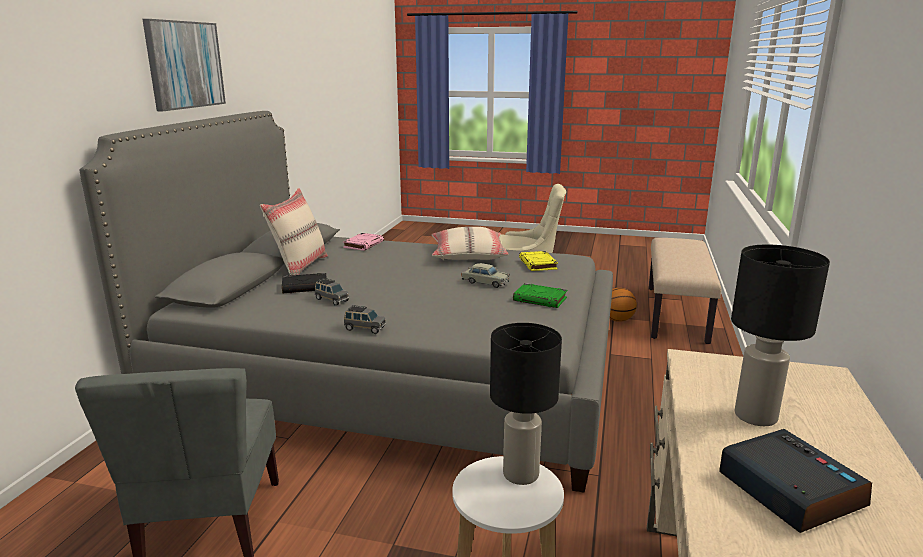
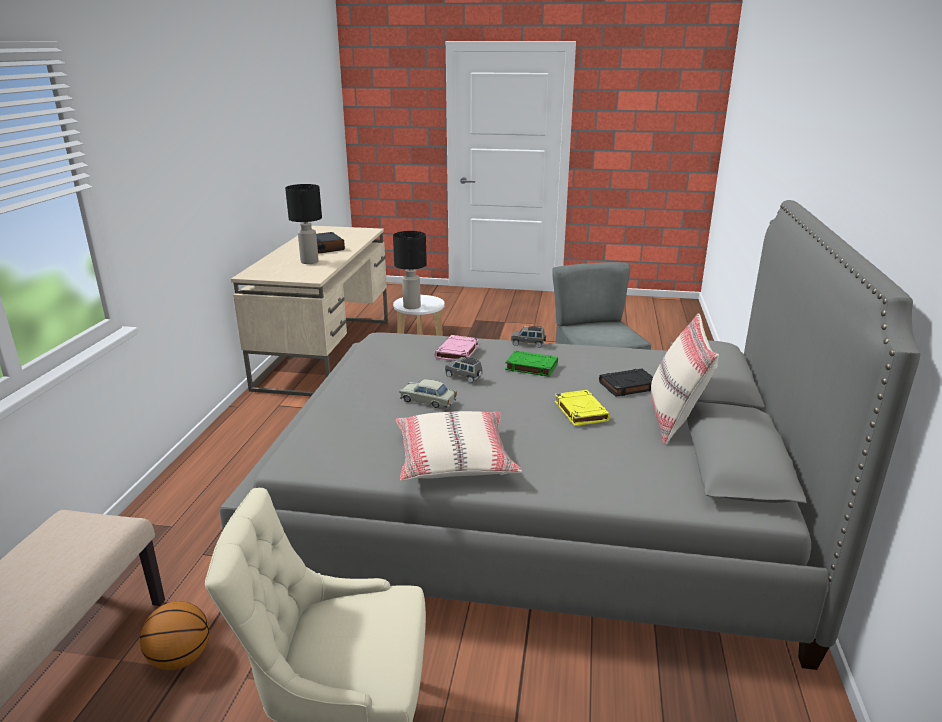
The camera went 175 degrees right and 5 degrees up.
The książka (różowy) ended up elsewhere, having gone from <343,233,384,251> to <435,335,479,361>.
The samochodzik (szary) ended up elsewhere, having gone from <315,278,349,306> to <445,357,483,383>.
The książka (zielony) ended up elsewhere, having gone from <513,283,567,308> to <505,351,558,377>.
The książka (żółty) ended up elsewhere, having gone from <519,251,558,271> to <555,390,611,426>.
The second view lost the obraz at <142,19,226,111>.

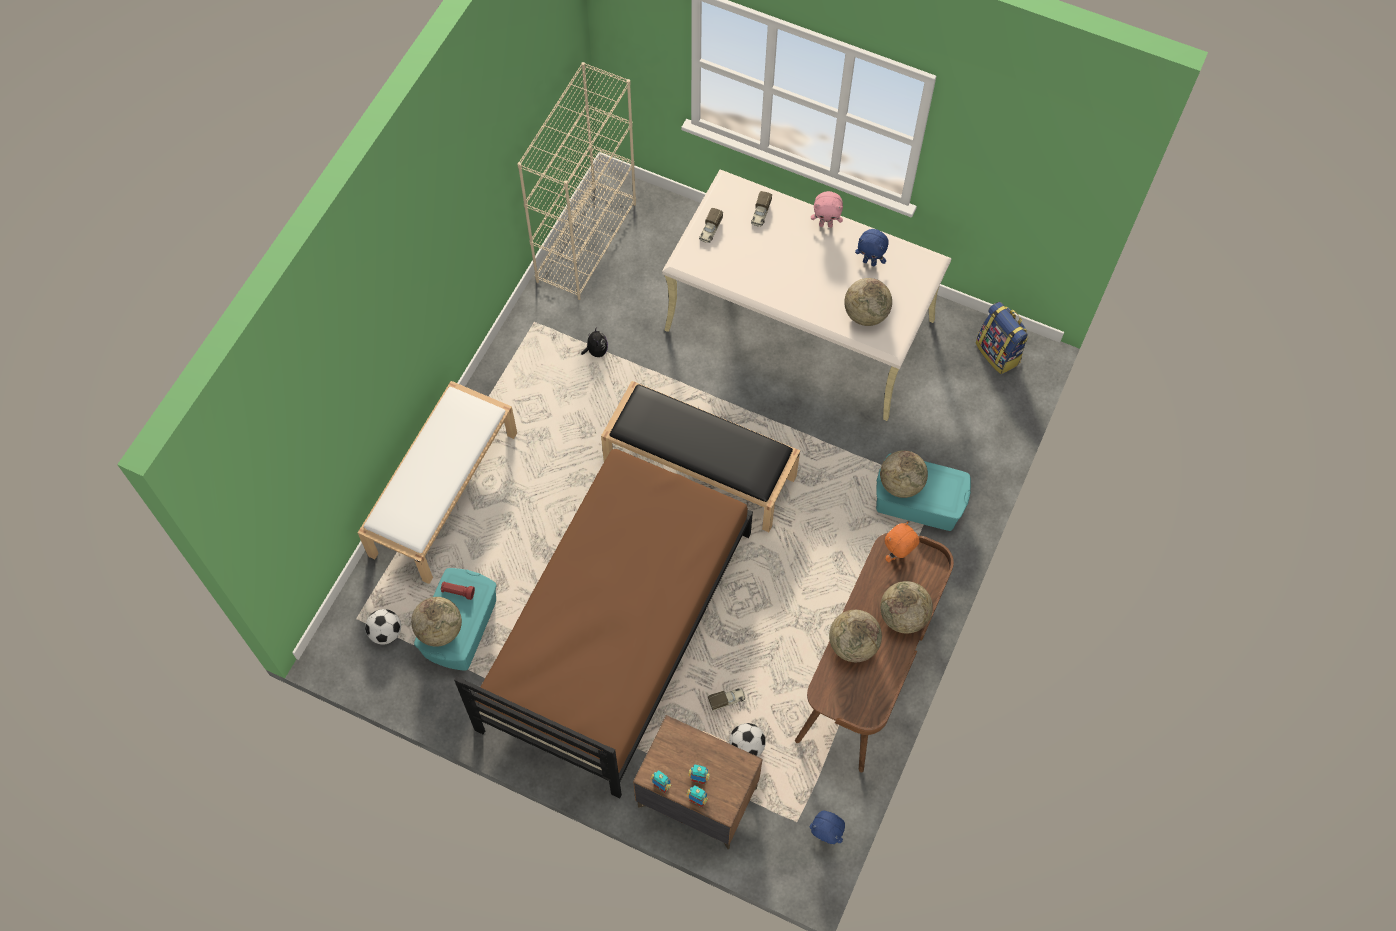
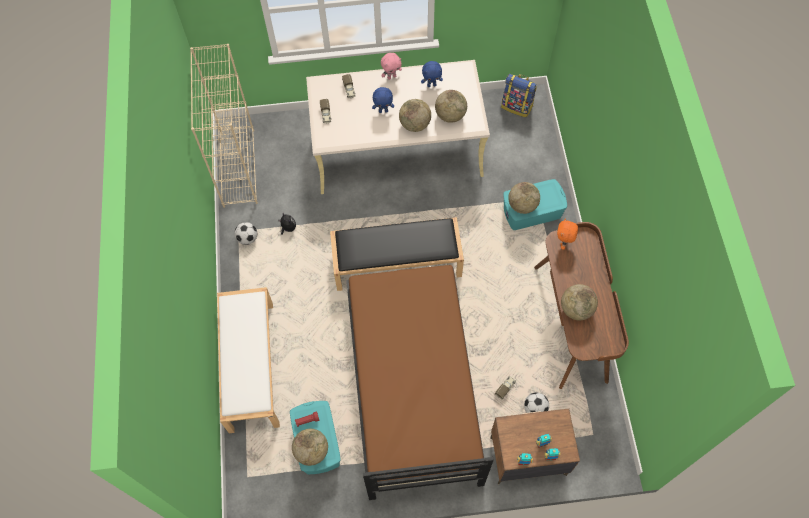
The camera went 30 degrees left and 0 degrees up.
The piłka futbolowa ended up elsewhere, having gone from <365,609,401,645> to <234,222,257,245>.
The pluszak (niebieski) ended up elsewhere, having gone from <810,811,845,844> to <372,87,394,113>.
The globus ended up elsewhere, having gone from <880,581,933,634> to <399,99,431,132>.

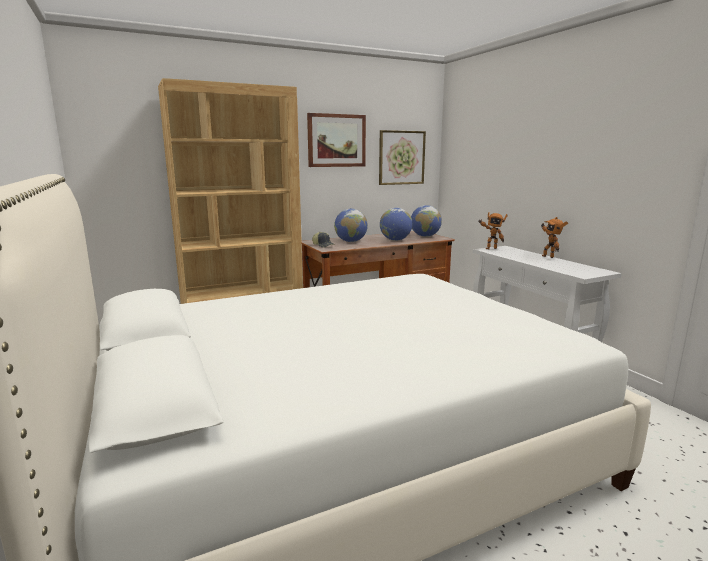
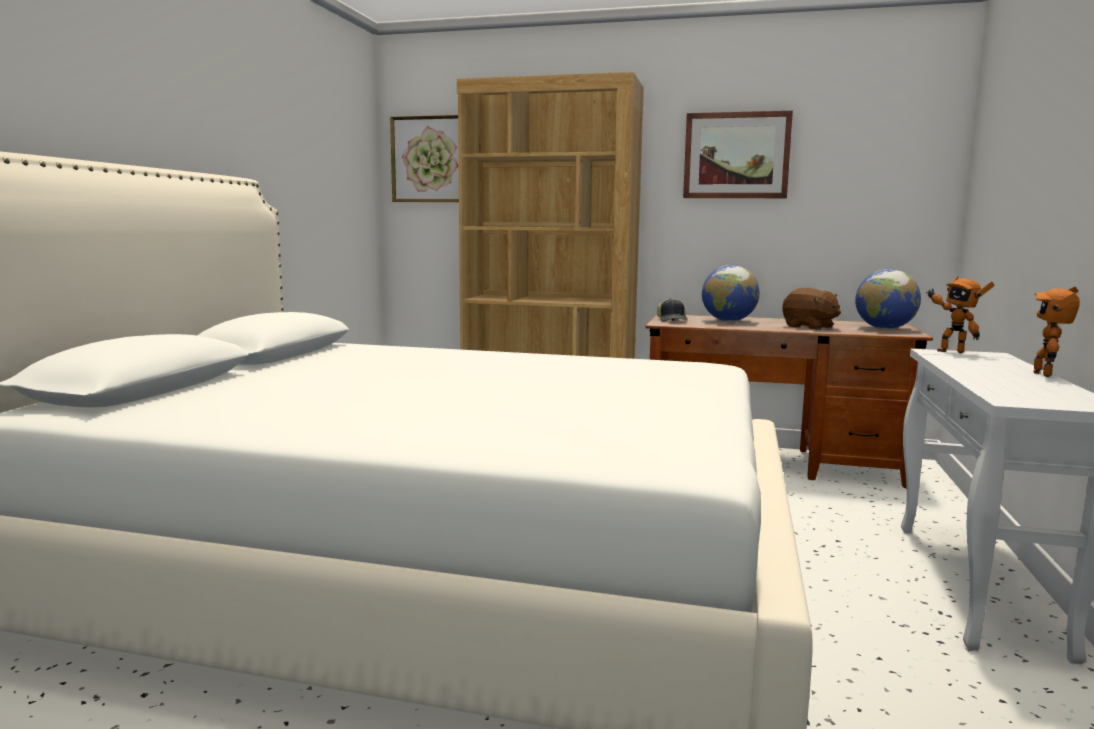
The camera went 40 degrees right and 5 degrees down.
The obraz ended up elsewhere, having gone from <379,130,426,185> to <390,115,459,202>.
Where the globus stood at <380,208,412,241>, the pluszak (brązowy) came to stand at <783,288,841,330>.

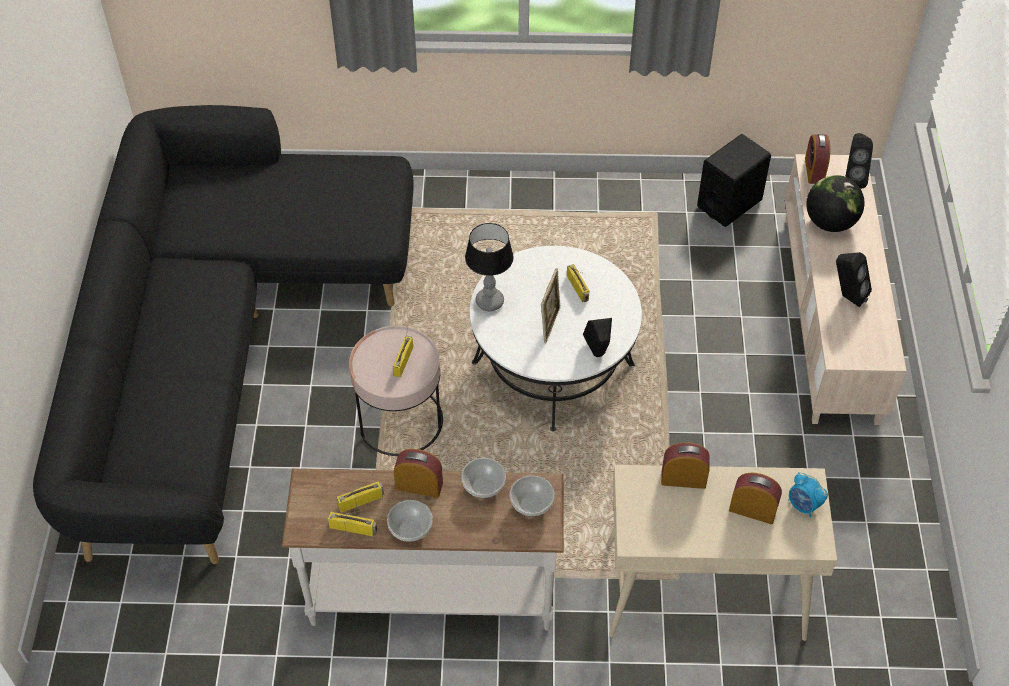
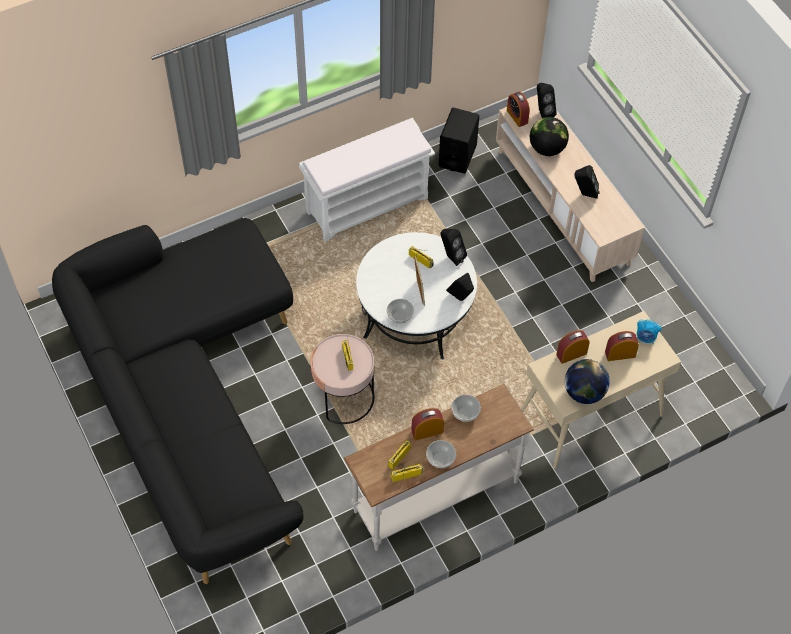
The camera went 30 degrees left and 5 degrees up.
The second view gained the ławka (biały) at <299,118,435,242>.
The miska ended up elsewhere, having gone from <510,475,555,516> to <387,299,414,323>.
The second view gained the głośnik (czarny) at <440,229,467,266>.
The second view gained the globus at <565,359,610,404>.
The second view lost the lampa stołowa at <465,223,514,311>.

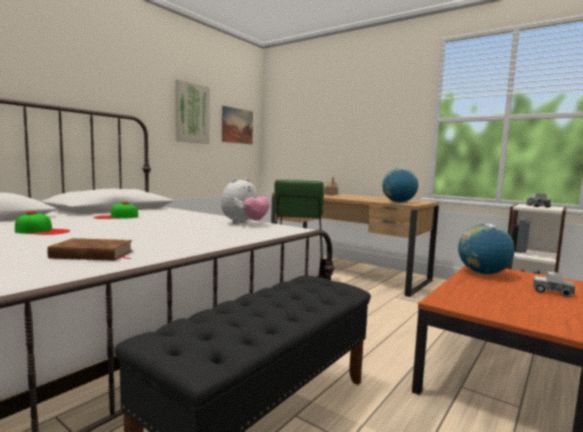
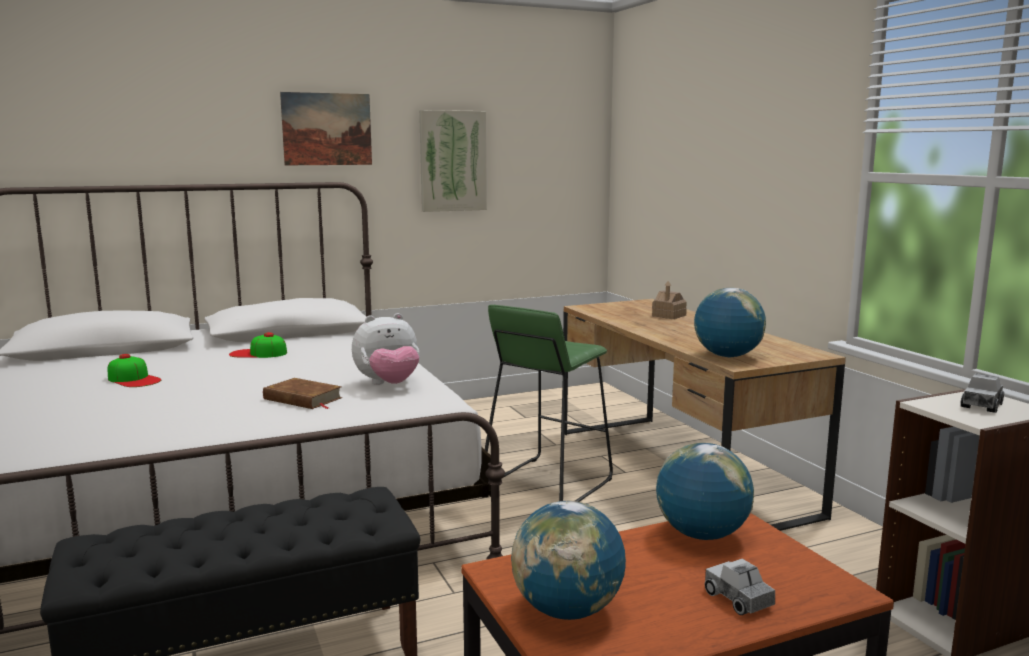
The camera went 30 degrees right and 5 degrees up.
The książka (brązowy) ended up elsewhere, having gone from <47,238,133,261> to <263,378,342,409>.
The obraz ended up elsewhere, having gone from <222,106,253,145> to <280,92,372,165>.
The second view gained the globus at <511,501,626,620>.

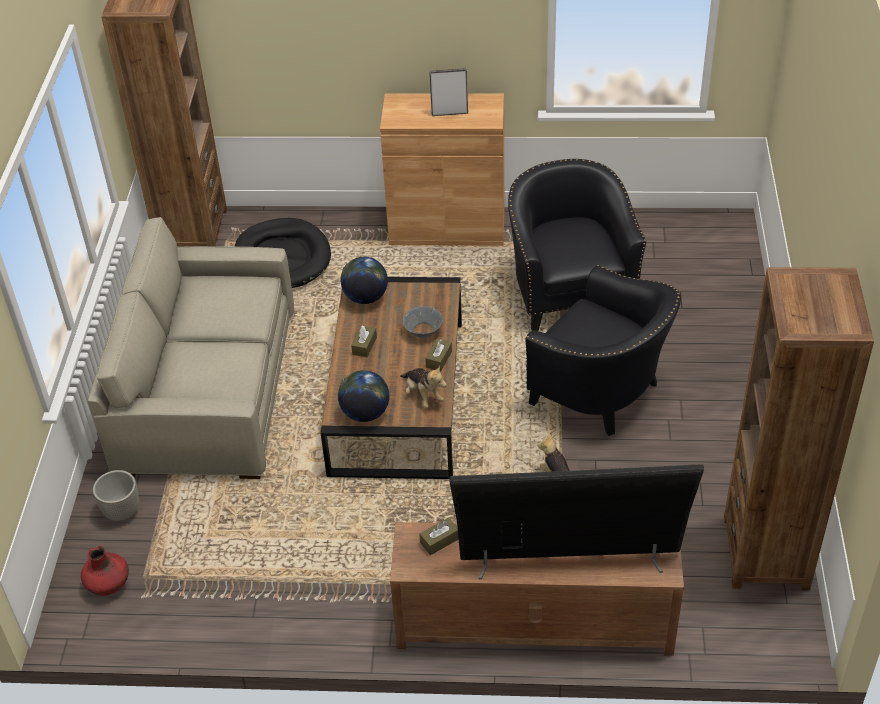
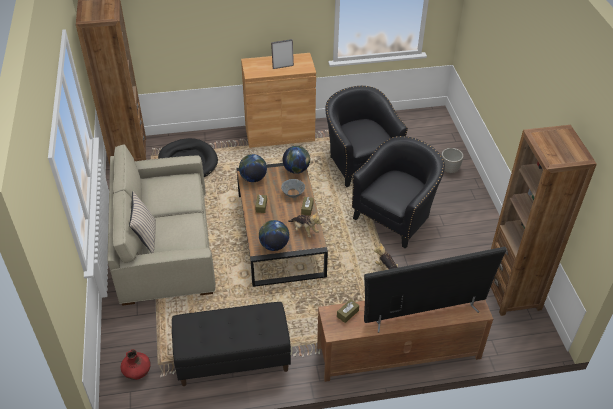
The camera went 15 degrees left and 0 degrees up.
The second view gained the poduszka (beżowy) at <129,191,156,253>.
The second view gained the ławka (czarny) at <172,302,291,386>.
The second view gained the globus at <283,146,310,174>.
The fotel (czarny) at <525,265,681,436> ended up facing another way, 75 degrees counterclockwise from before.
The donica ended up elsewhere, having gone from <93,470,139,521> to <441,148,463,173>.

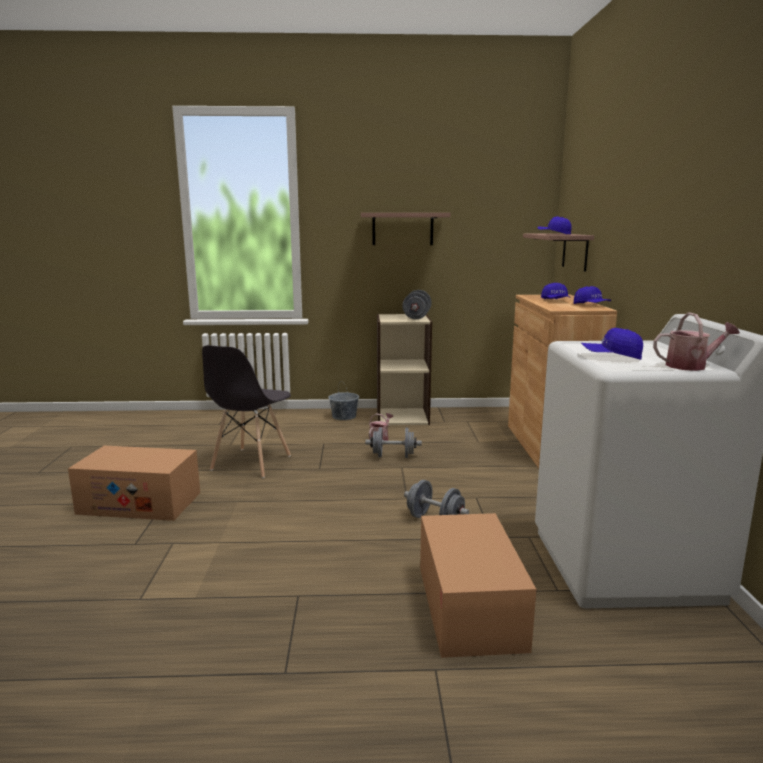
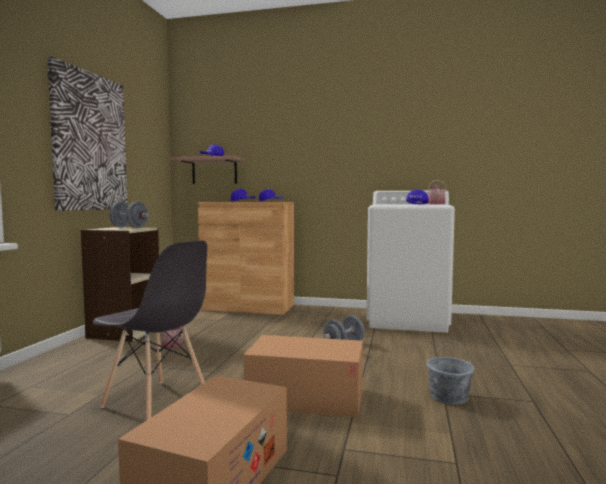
The camera went 75 degrees left and 10 degrees down.
Where the półka hung at <361,213,451,245>, the obraz came to hang at <48,57,127,211>.
The karton ended up elsewhere, having gone from <420,513,536,658> to <243,335,363,417>.
The wiadro (szary) ended up elsewhere, having gone from <328,381,359,420> to <426,341,475,405>.
The second view lost the hantel (szary) at <365,427,422,458>.

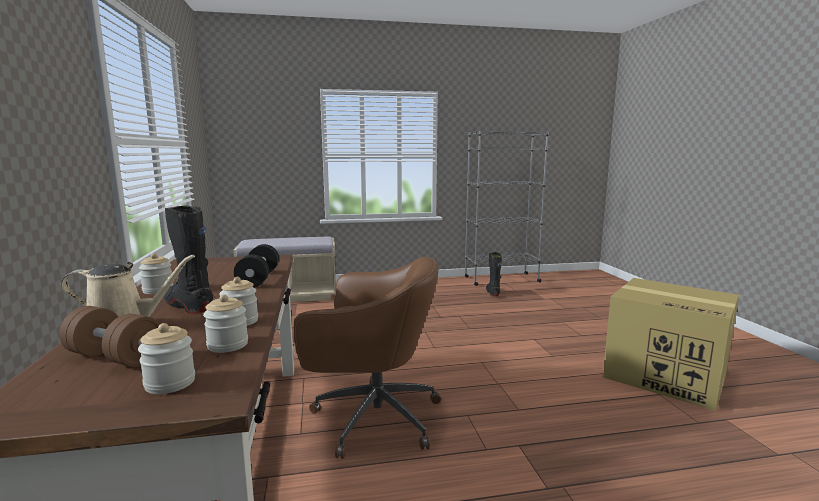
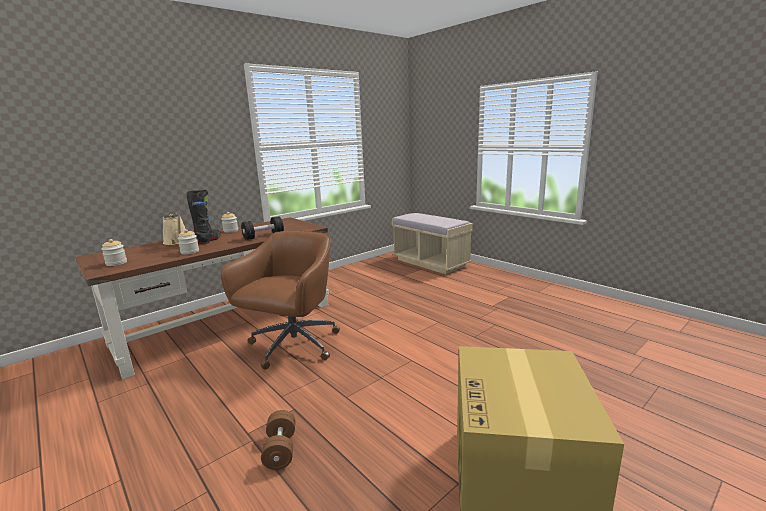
The camera went 60 degrees right and 5 degrees up.
The krzesło biurowe (brązowy) at <293,257,441,459> ended up facing another way, 135 degrees counterclockwise from before.
The hantel (brązowy) ended up elsewhere, having gone from <59,306,160,367> to <261,410,296,470>.
The second view lost the słoik at <203,294,248,353>.
The second view lost the regał (szary) at <465,131,549,286>.
The second view lost the but z cholewką (czarny) at <486,252,502,297>.

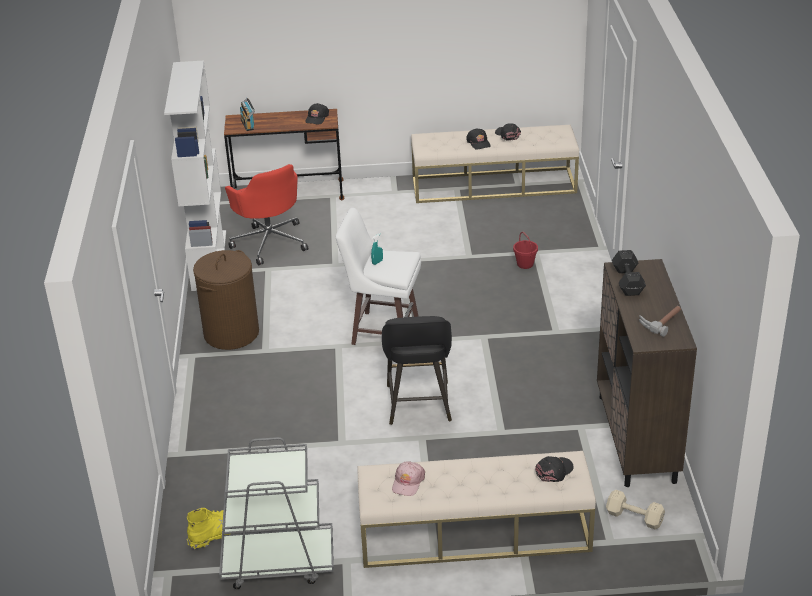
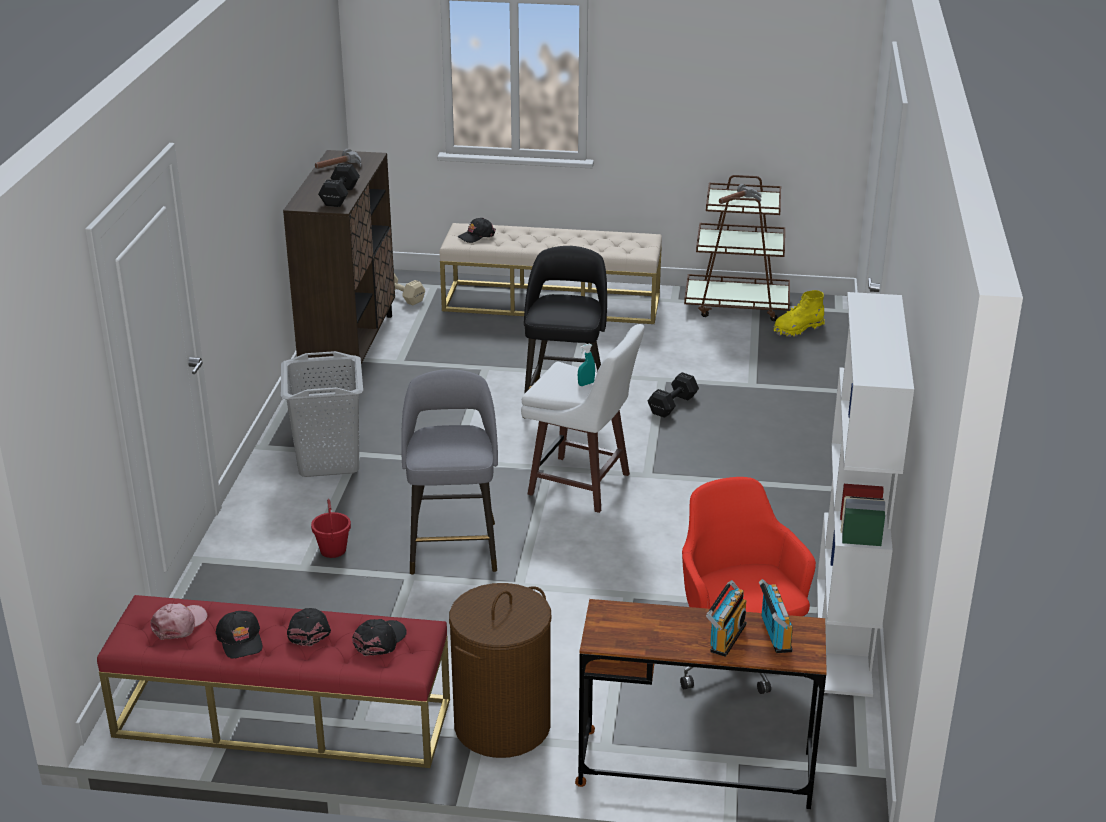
The camera went 170 degrees left and 5 degrees down.
What was the ławka (beżowy) at <411,125,579,203> turned into the ławka (czerwony) at <97,595,450,768>.
The czapka z daszkiem (różowy) ended up elsewhere, having gone from <392,461,425,496> to <151,603,207,640>.
The second view gained the kosz na pranie (szary) at <281,351,363,477>.
The czapka z daszkiem (czarny) ended up elsewhere, having gone from <305,103,329,125> to <352,619,407,656>.
The second view gained the stołek (szary) at <401,369,498,575>.
The kosz na pranie (brązowy) ended up elsewhere, having gone from <193,250,259,350> to <449,583,552,758>.
The second view gained the hantel (czarny) at <648,372,699,418>.
What was the wózek (szary) at <219,437,334,589> turned into the wózek (brązowy) at <684,175,790,321>.
The second view gained the radio at <706,580,746,657>.
The second view gained the młotek at <719,184,762,204>.

